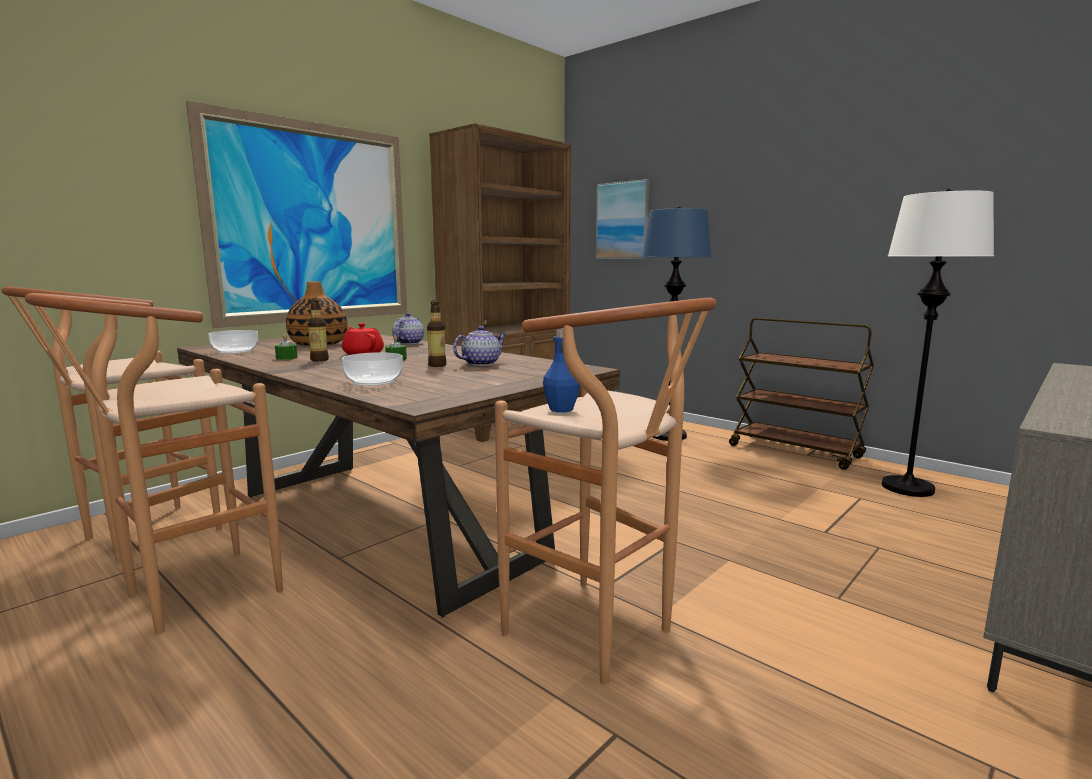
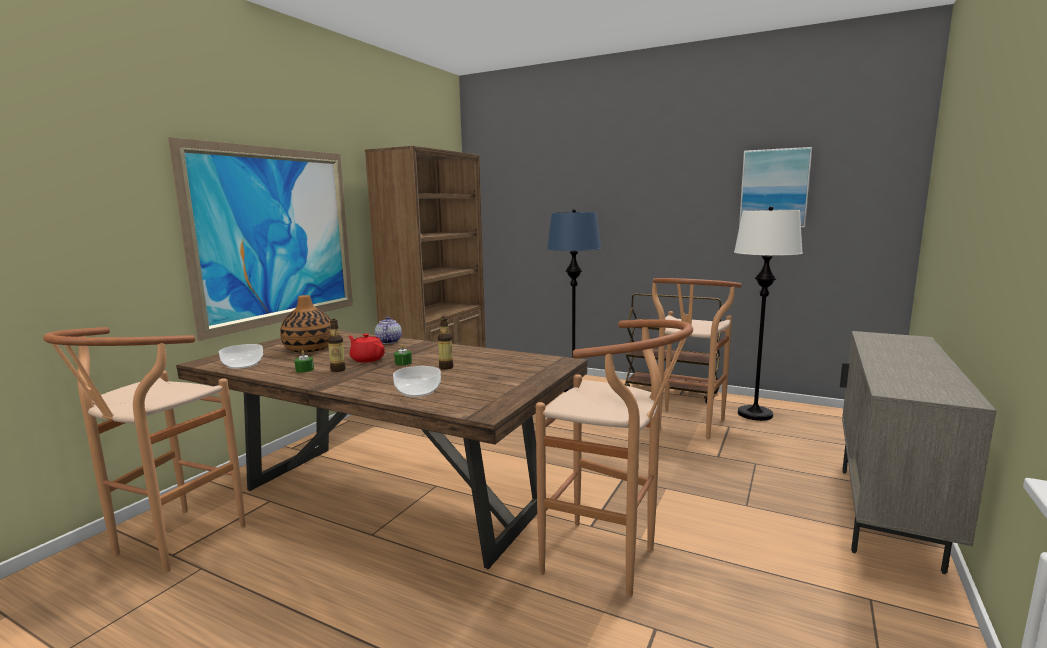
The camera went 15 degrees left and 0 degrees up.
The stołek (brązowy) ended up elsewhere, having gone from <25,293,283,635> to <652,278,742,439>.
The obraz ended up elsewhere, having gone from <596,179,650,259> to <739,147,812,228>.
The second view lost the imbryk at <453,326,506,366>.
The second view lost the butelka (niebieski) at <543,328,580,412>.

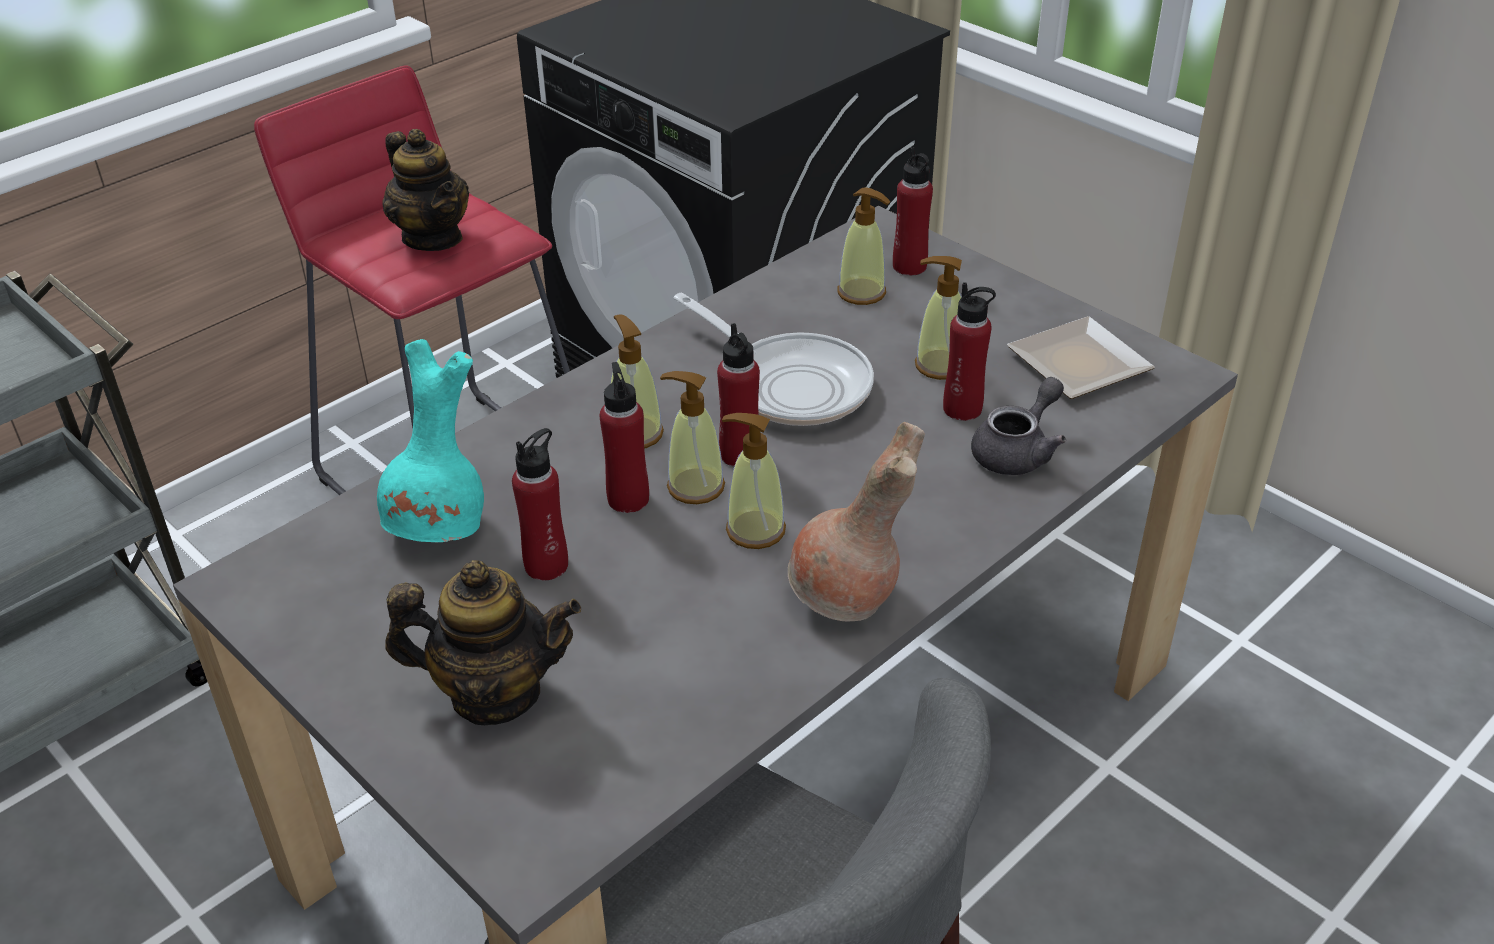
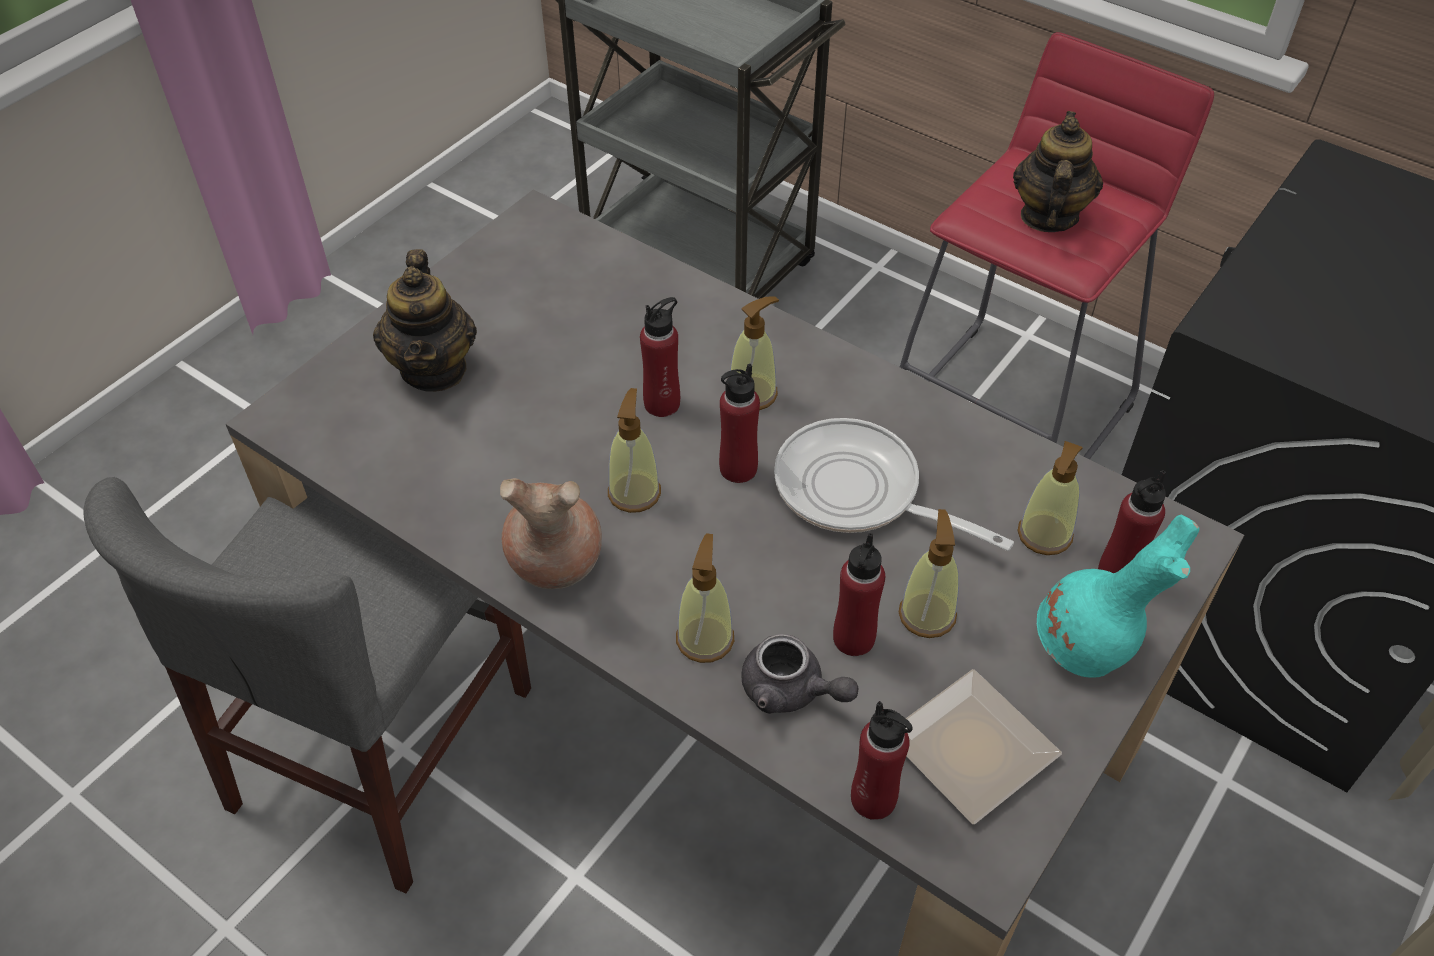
The camera went 80 degrees right and 10 degrees up.
The dozownik mydła ended up elsewhere, having gone from <660,371,725,504> to <676,533,734,663>.
The patelnia at <674,293,874,426> ended up facing another way, 90 degrees clockwise from before.
The butelka (czerwony) ended up elsewhere, having gone from <512,428,568,580> to <851,701,913,820>.
The imbryk at <382,129,469,251> ended up facing another way, 150 degrees clockwise from before.
The wazon (turkusowy) ended up elsewhere, having gone from <377,339,484,542> to <1037,514,1200,677>.

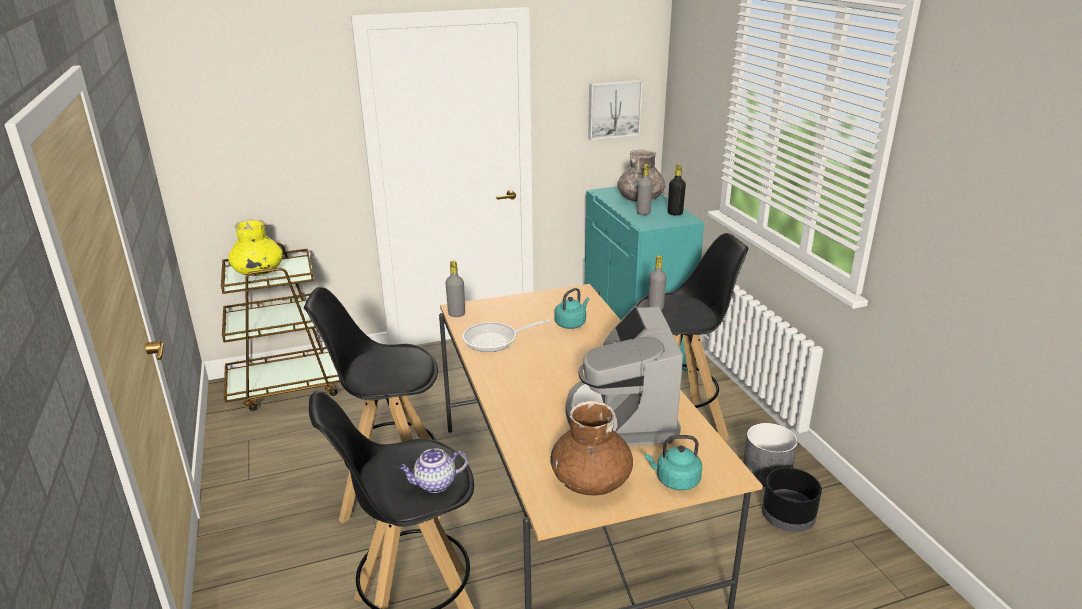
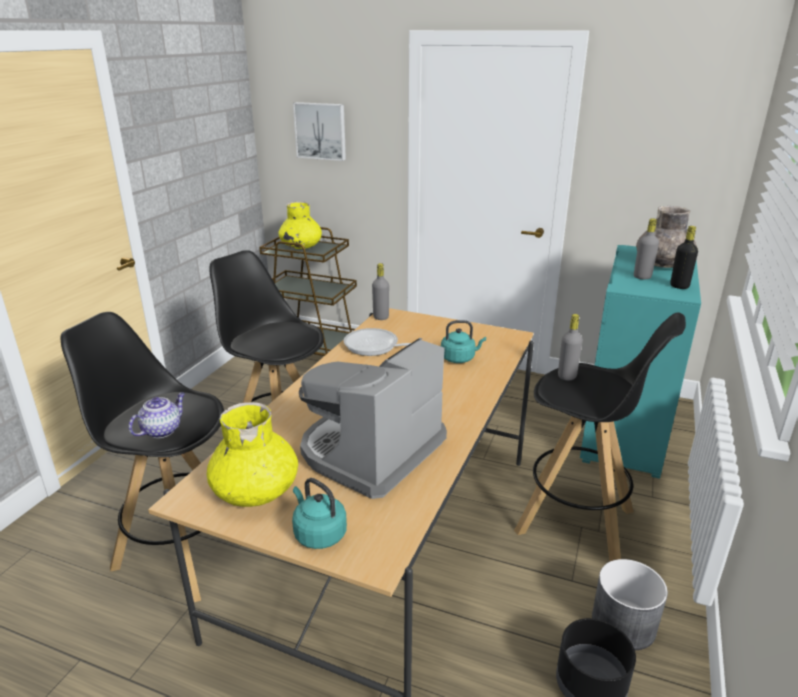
The camera went 40 degrees right and 0 degrees up.
The imbryk at <399,448,468,493> ended up facing another way, 105 degrees clockwise from before.
What was the wazon (brązowy) at <550,401,633,496> turned into the wazon (żółty) at <207,402,298,507>.
The obraz ended up elsewhere, having gone from <588,80,642,140> to <293,102,346,161>.

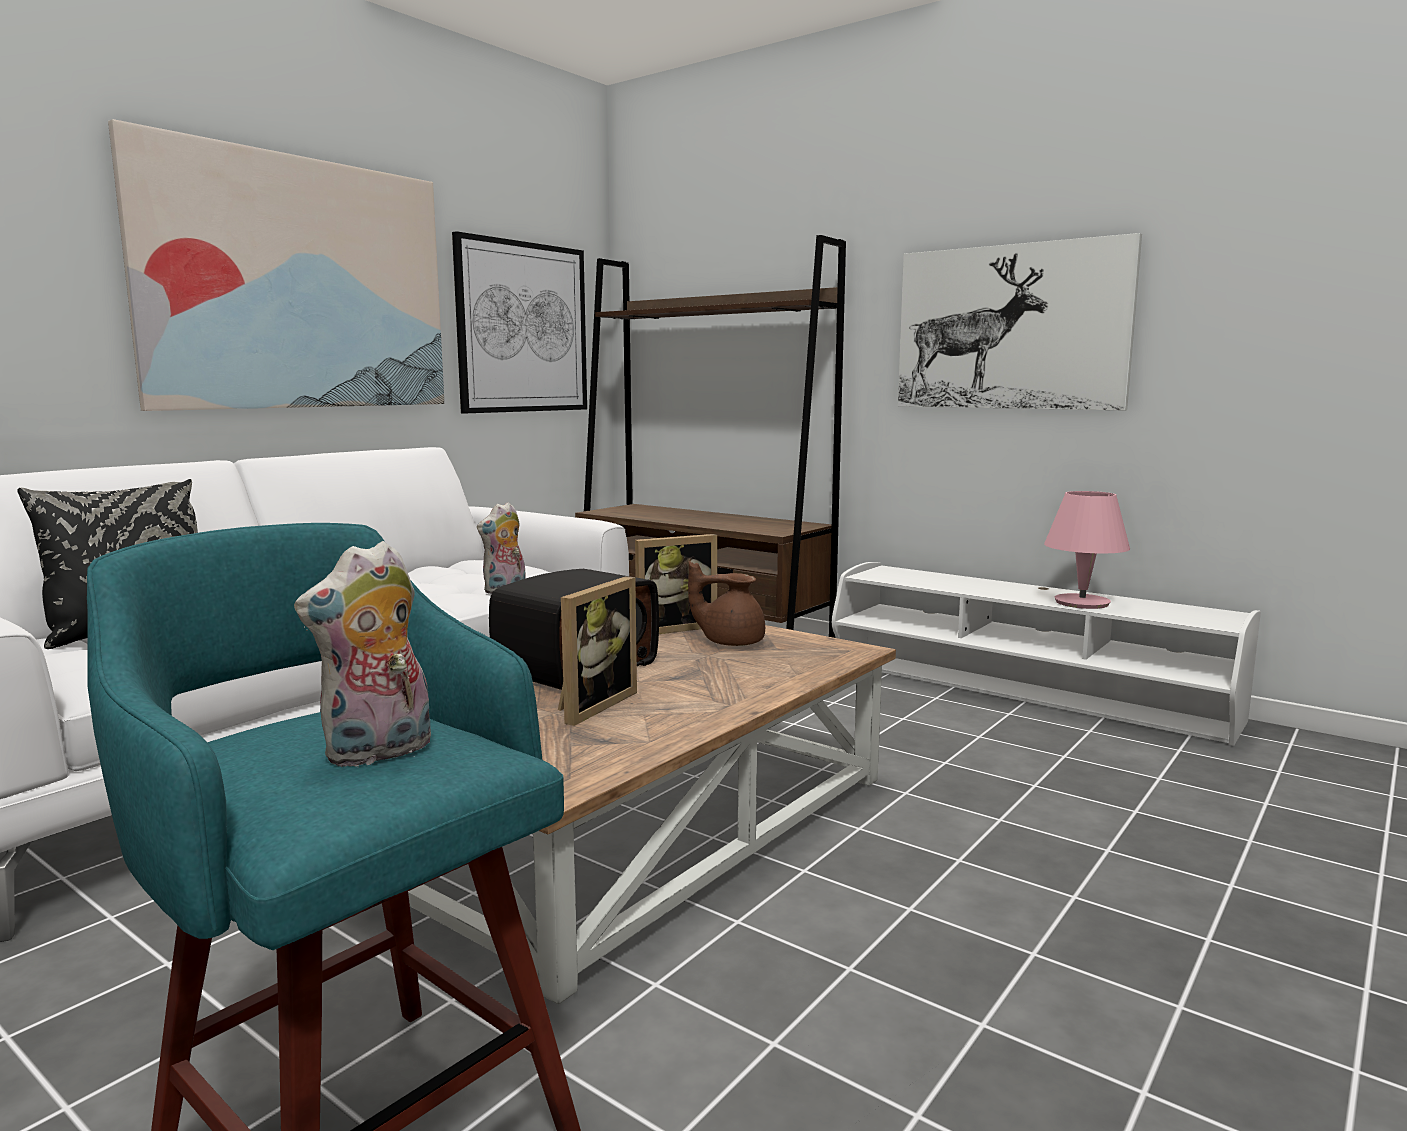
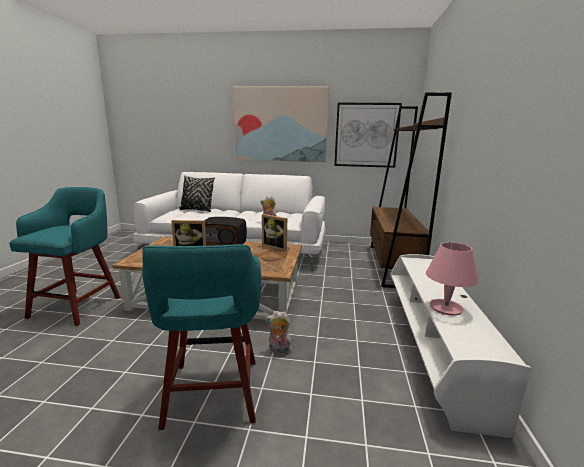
The camera went 60 degrees right and 5 degrees up.
The second view gained the stołek (turkusowy) at <142,244,261,430>.
The pluszak ended up elsewhere, having gone from <294,541,431,768> to <265,311,294,355>.
The second view lost the imbryk (brązowy) at <688,561,765,646>.
The second view lost the obraz at <898,233,1142,410>.

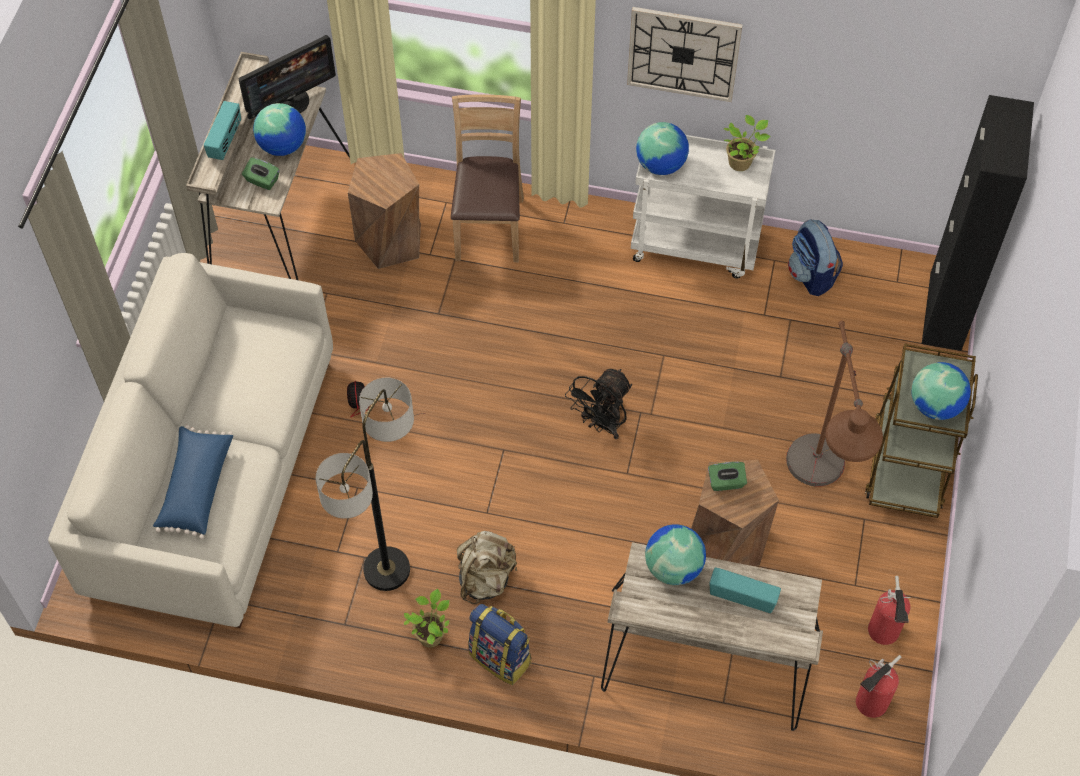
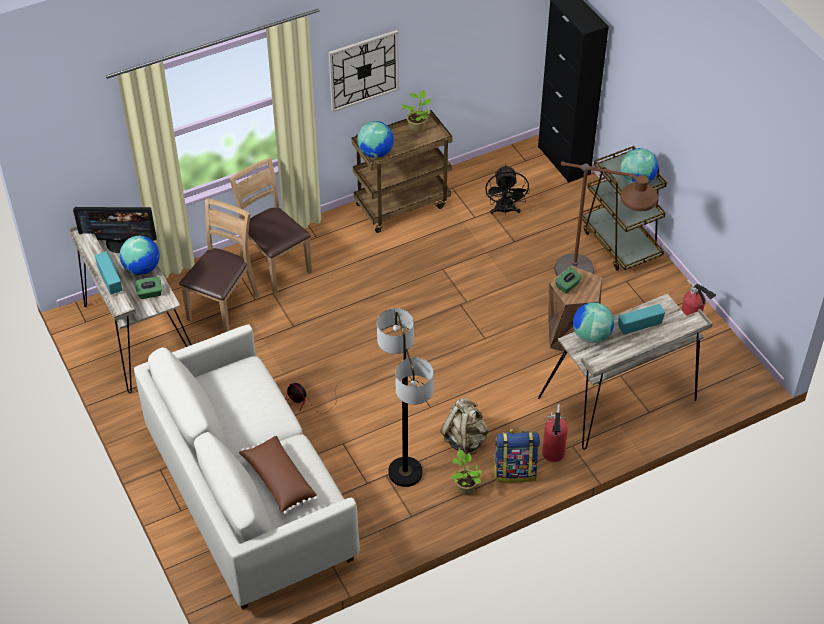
The camera went 40 degrees left and 10 degrees down.
The monitor at <238,35,336,119> ended up facing another way, 75 degrees clockwise from before.
Where the stołek (brązowy) stood at <348,153,421,269>, the krzesło (brązowy) came to stand at <179,198,260,333>.
What was the poduszka (niebieski) at <153,425,233,539> turned into the poduszka (brązowy) at <239,435,318,515>.
What was the wózek (biały) at <631,135,776,279> turned into the wózek (brązowy) at <352,110,452,233>.
The wentylator (czarny) ended up elsewhere, having gone from <565,369,632,439> to <485,165,530,215>.
The gaśnica ended up elsewhere, having gone from <856,655,901,718> to <542,404,568,462>.
The second view lost the plecak at <788,219,843,296>.

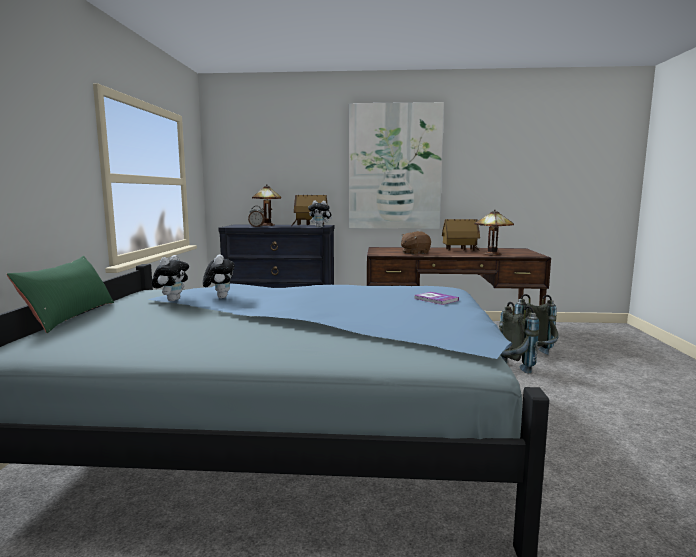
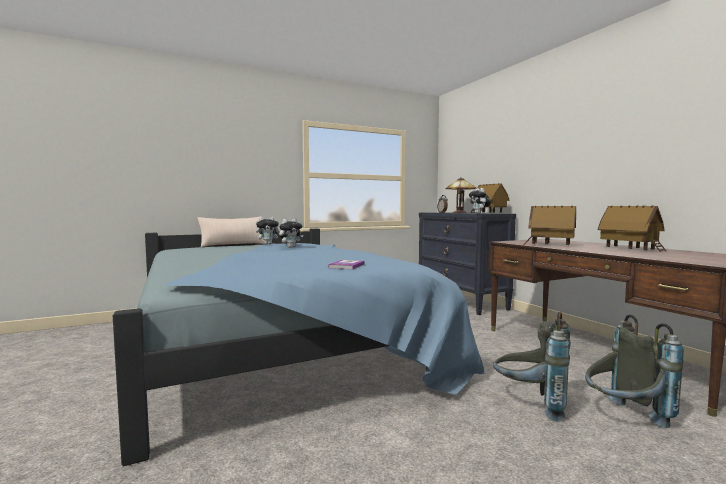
The camera went 60 degrees right and 5 degrees down.
What was the poduszka (zielony) at <7,256,114,333> turned into the poduszka (beżowy) at <197,216,264,247>.
Where the pluszak (brązowy) stood at <401,231,431,255>, the domek came to stand at <524,206,576,245>.
The second view lost the obraz at <349,102,444,229>.
The second view lost the lampa stołowa at <474,210,514,256>.

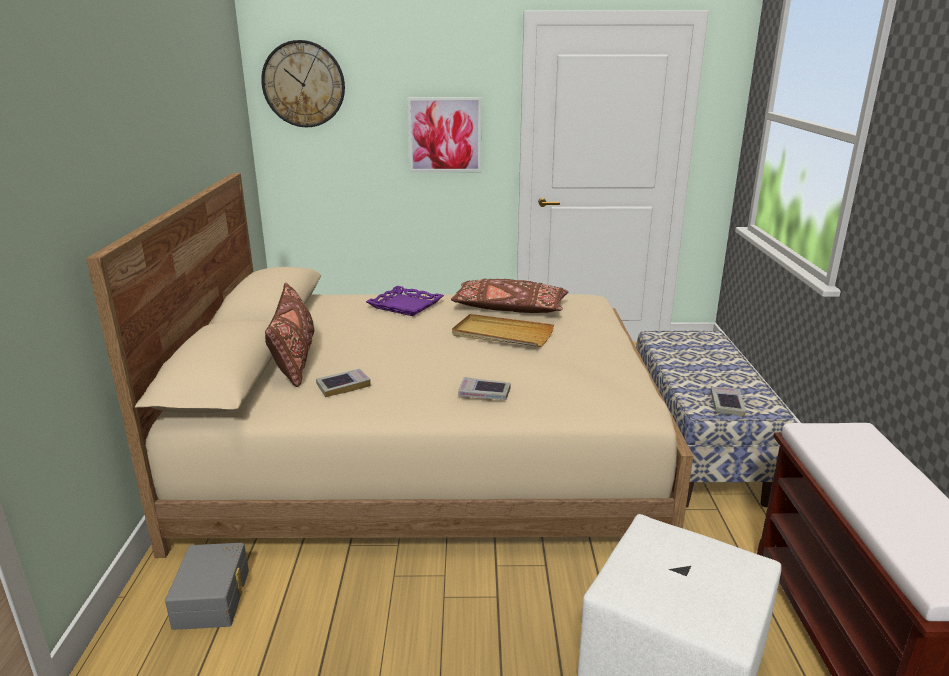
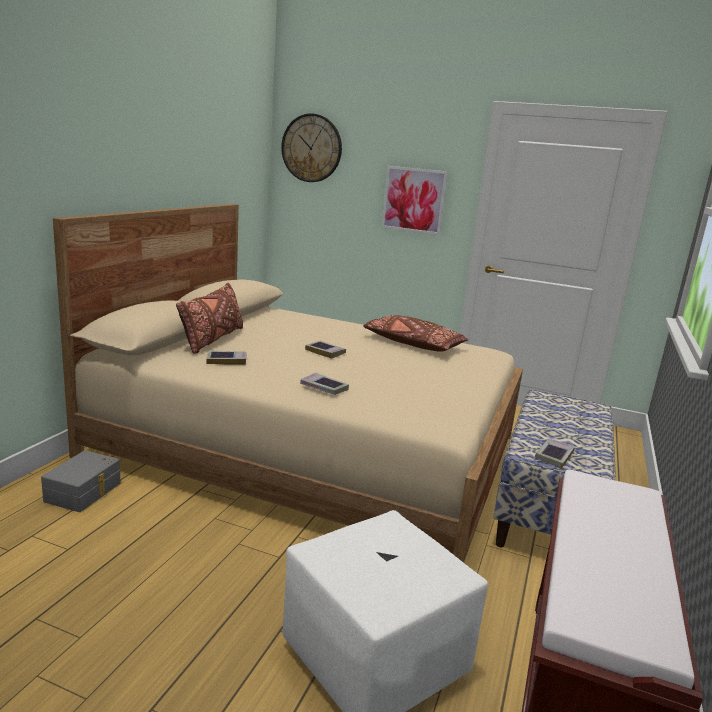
The camera went 20 degrees right and 5 degrees down.
The second view gained the książka at <305,341,346,359>.
The second view lost the taca (fioletowy) at <366,286,444,316>.
The second view lost the taca (beżowy) at <452,314,554,347>.

